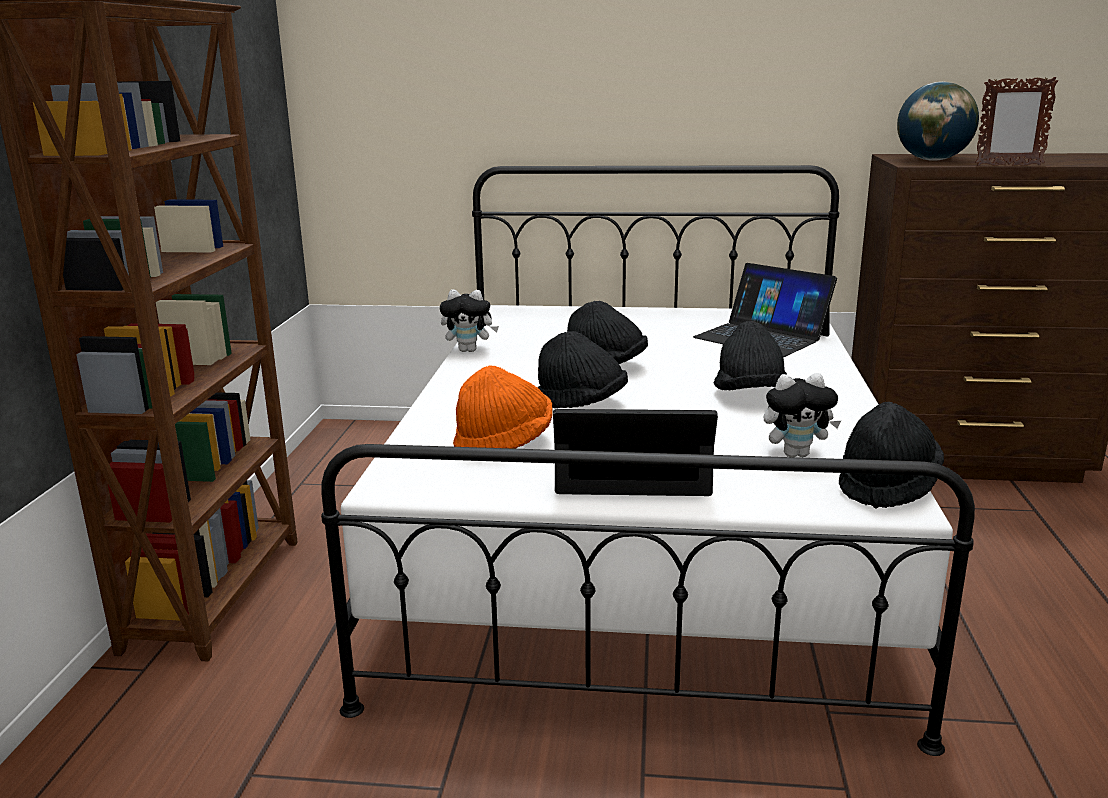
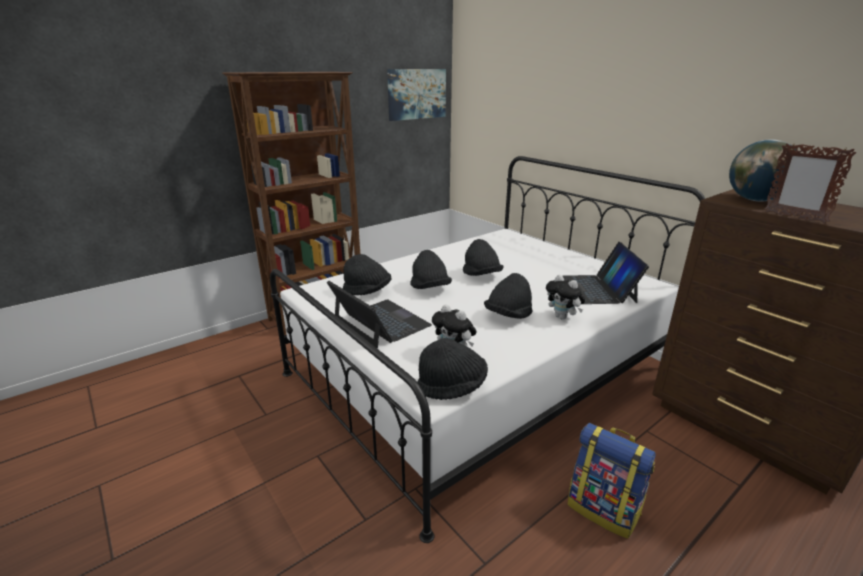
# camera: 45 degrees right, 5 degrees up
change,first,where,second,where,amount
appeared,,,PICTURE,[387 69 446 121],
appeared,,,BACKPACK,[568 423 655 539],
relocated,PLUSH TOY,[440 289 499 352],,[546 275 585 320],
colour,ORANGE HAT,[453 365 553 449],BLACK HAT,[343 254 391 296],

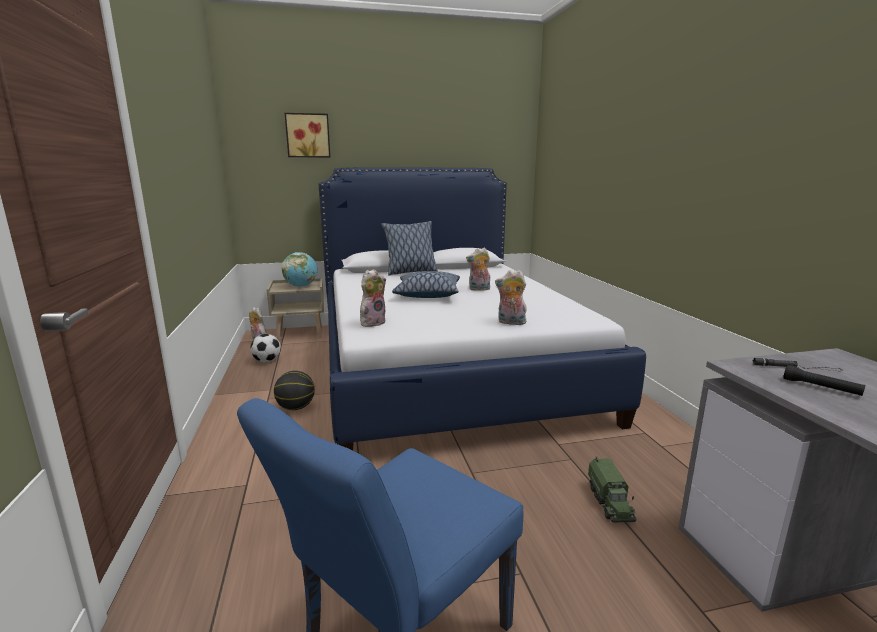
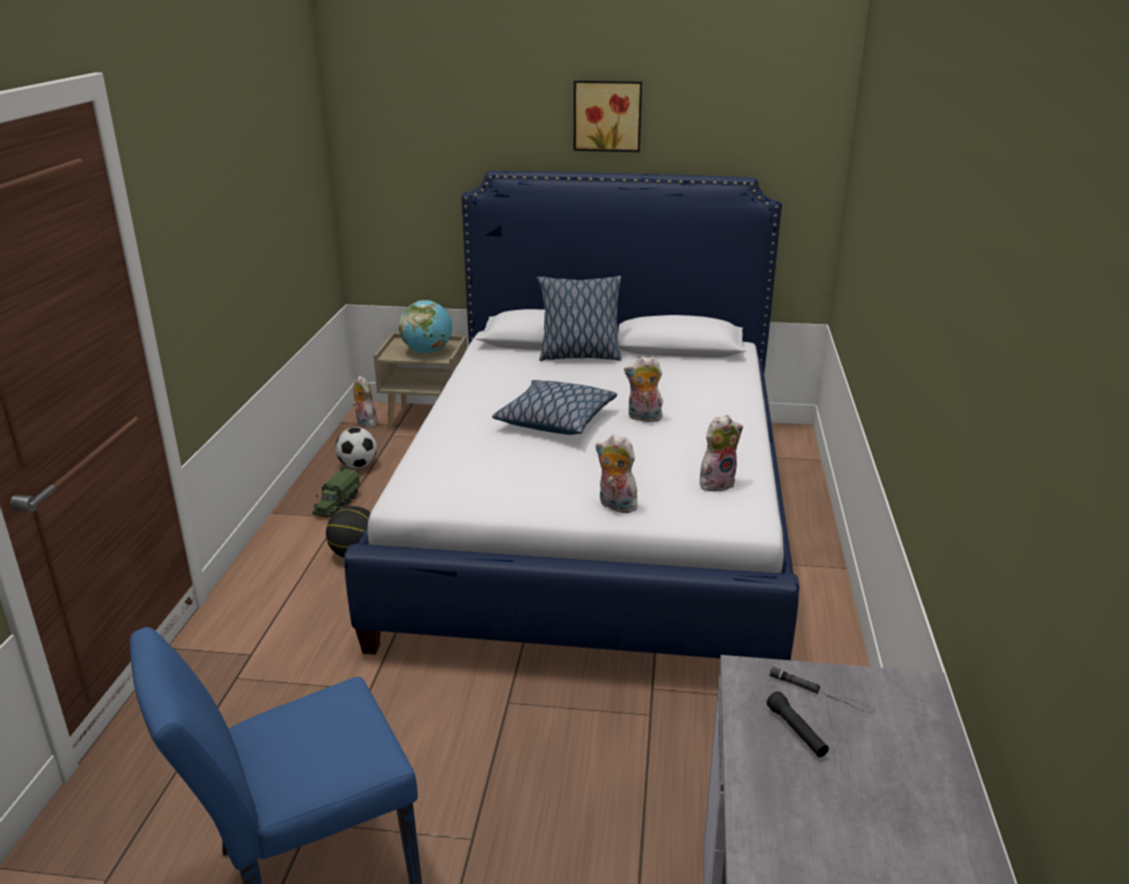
# camera: 20 degrees right, 10 degrees up
change,first,where,second,where,amount
relocated,PICTURE,[285 113 330 158],,[574 80 642 152],
relocated,PLUSH TOY,[360 269 386 327],,[700 415 743 491],
relocated,TOY TRUCK,[588 456 636 522],,[312 466 360 517],

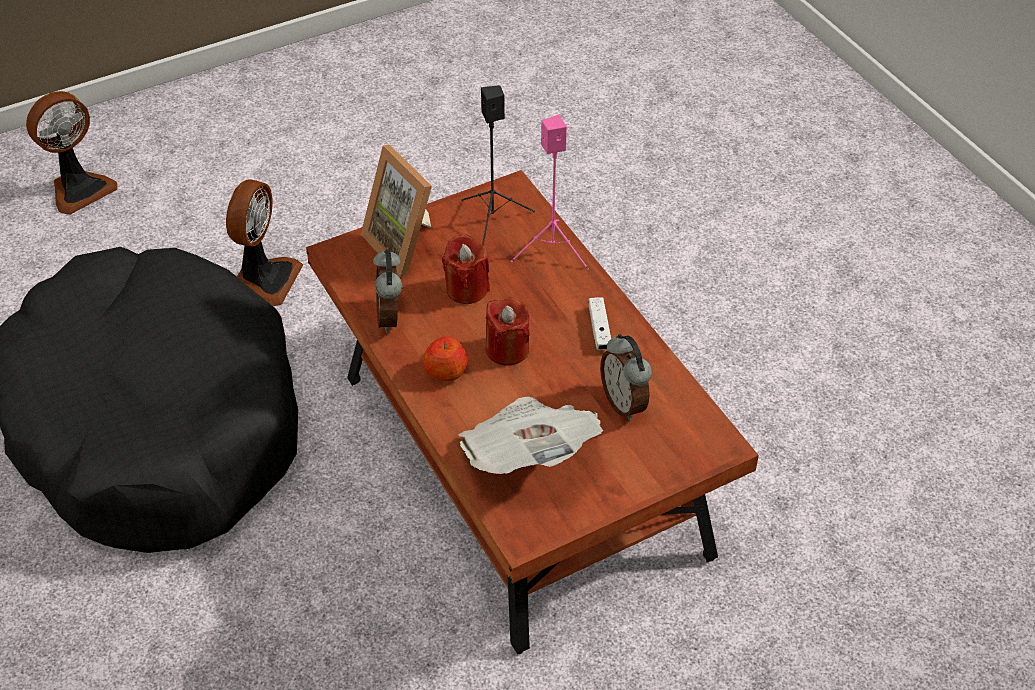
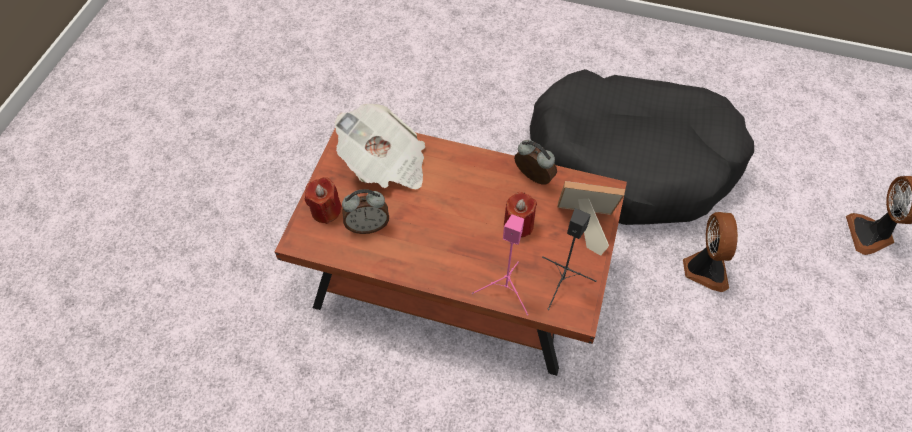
# camera: 135 degrees right, 10 degrees up
change,first,where,second,where,amount
missing,APPLE,[423 336 467 382],,,
missing,WHITE GAME CONTROLLER,[588 297 611 350],,,
relocated,RED CANDLE,[485 297 530 366],,[305 177 342 224],
spun,FAN,[226 179 303 306],,[683 212 738 292],150 degrees counterclockwise
spun,ALARM CLOCK,[600 334 652 420],,[342 189 389 234],150 degrees clockwise

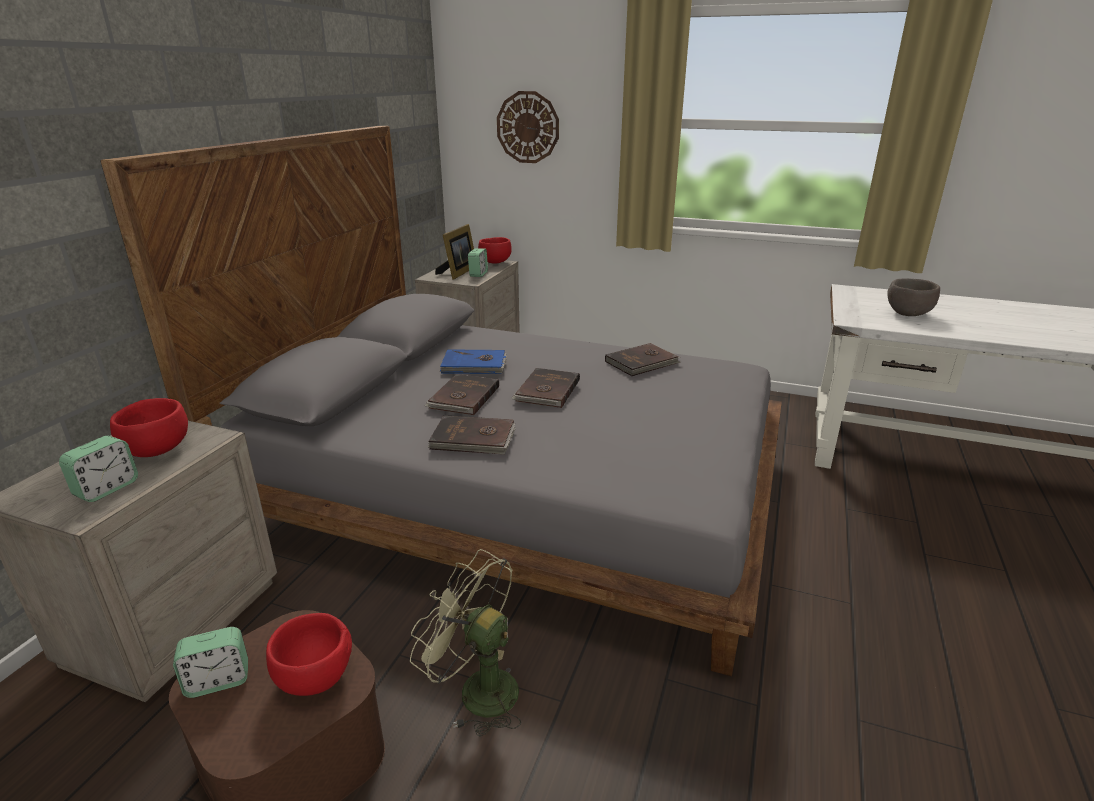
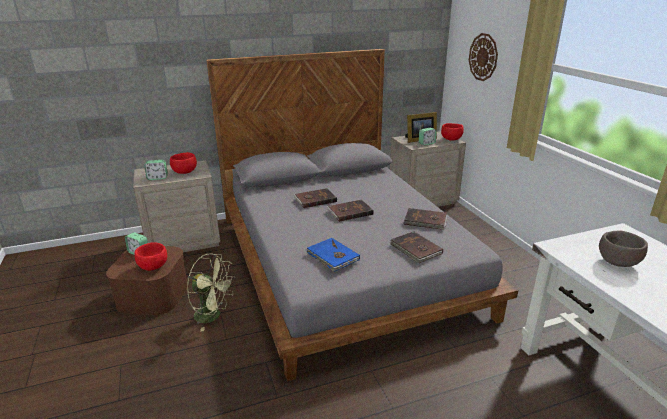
# camera: 50 degrees right, 0 degrees up
change,first,where,second,where,amount
relocated,BROWN BOOK,[428 415 516 455],,[390 231 443 263],
relocated,BLUE BOOK,[440 350 507 374],,[307 238 360 272],
spun,GREEN FAN,[410 549 521 737],,[187 253 235 331],120 degrees clockwise

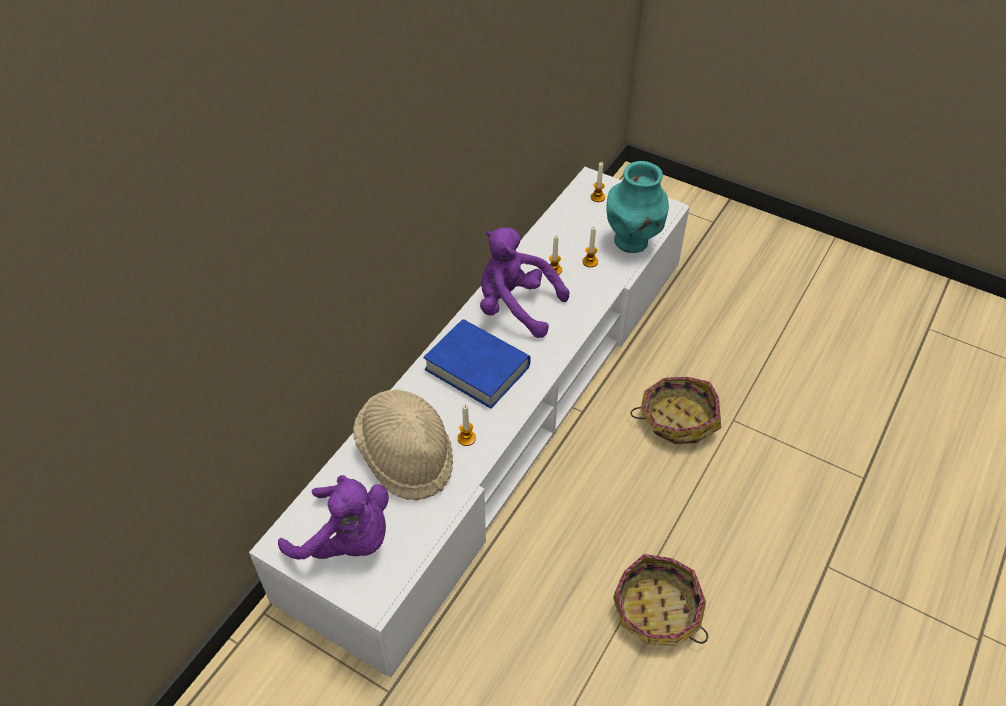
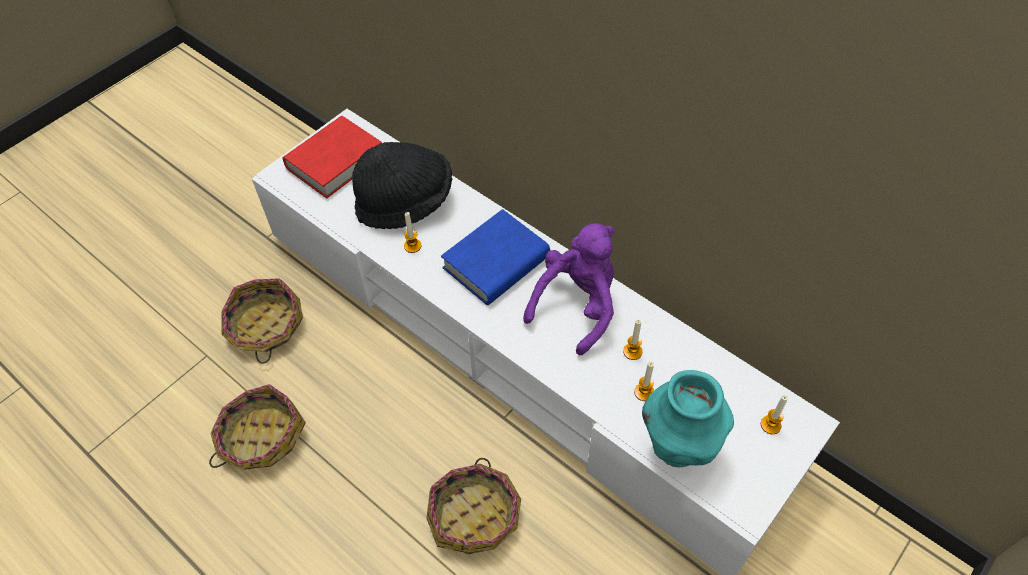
# camera: 100 degrees right, 5 degrees up
change,first,where,second,where,amount
appeared,,,BASKET,[221 278 303 364],
exchanged,PURPLE PLUSH TOY,[278 475 389 560],RED BOOK,[283 116 382 199],
colour,BEIGE HAT,[353 389 453 501],BLACK HAT,[352 142 452 229],

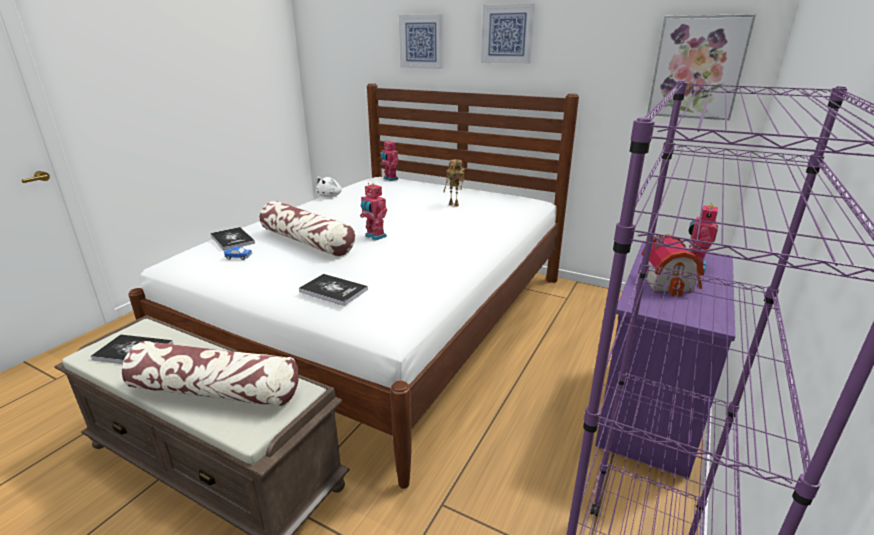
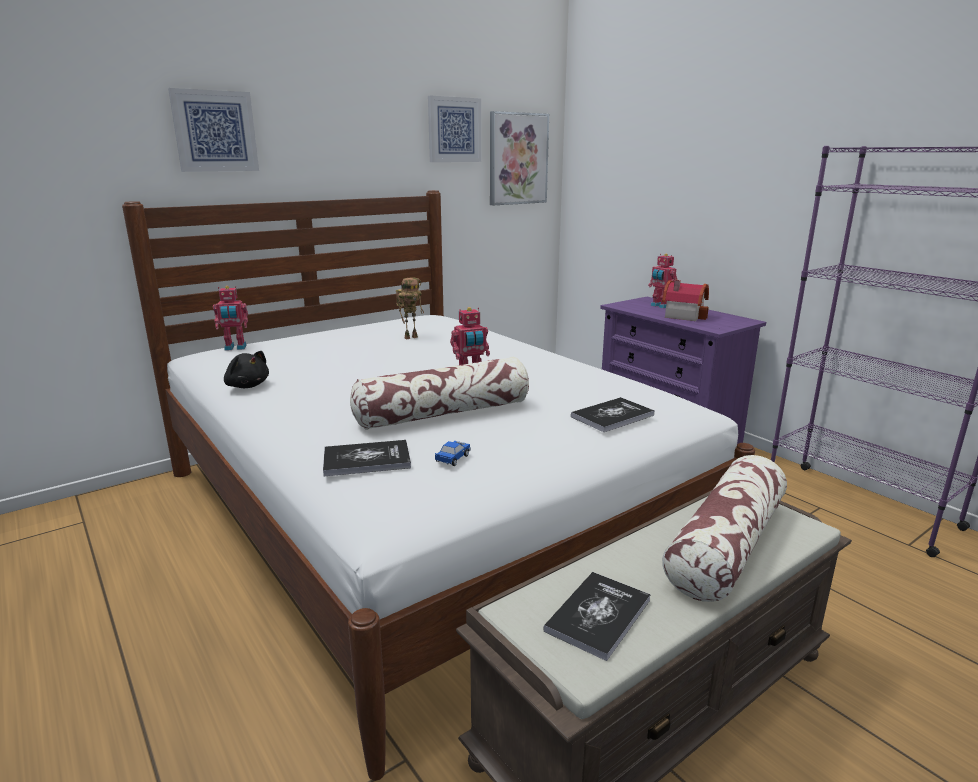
# camera: 65 degrees left, 5 degrees down
change,first,where,second,where,amount
relocated,PICTURE,[481 4 536 64],,[428 96 481 162],
colour,WHITE PLUSH TOY,[316 177 342 197],BLACK PLUSH TOY,[224 351 269 388],

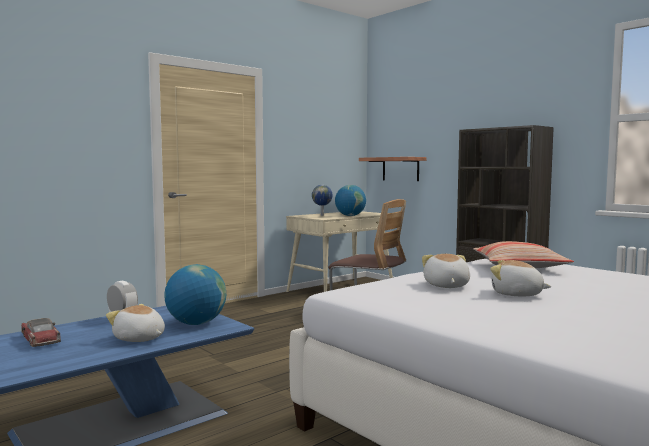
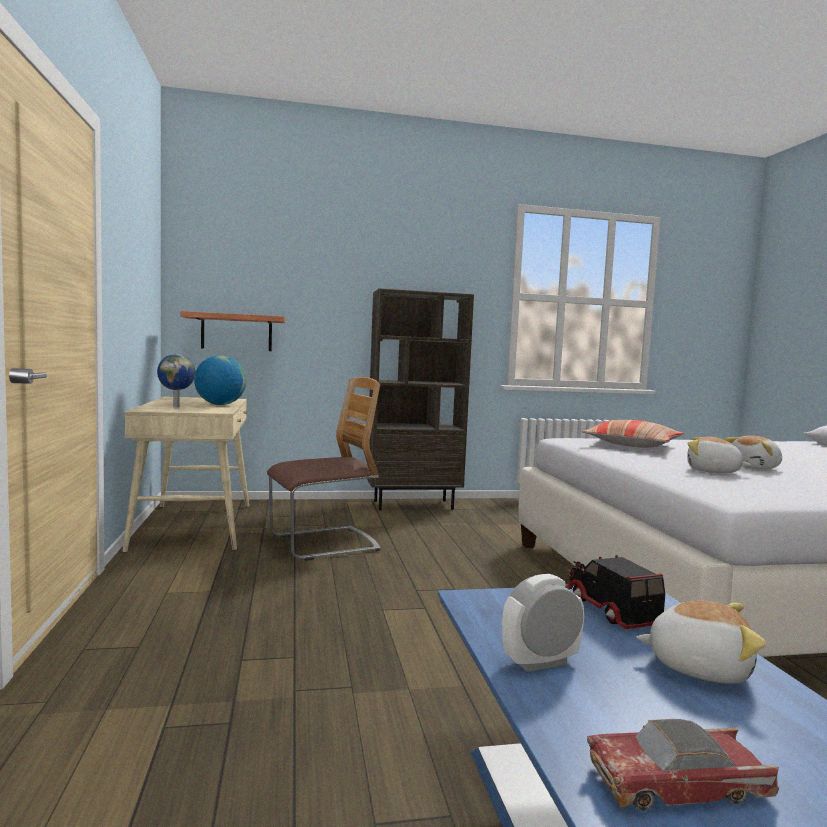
# camera: 60 degrees left, 0 degrees up
change,first,where,second,where,amount
exchanged,GLOBE,[165 264 226 325],TOY TRUCK,[565 555 665 629],
spun,PLUSH TOY,[106 304 165 342],,[636 601 766 684],135 degrees counterclockwise

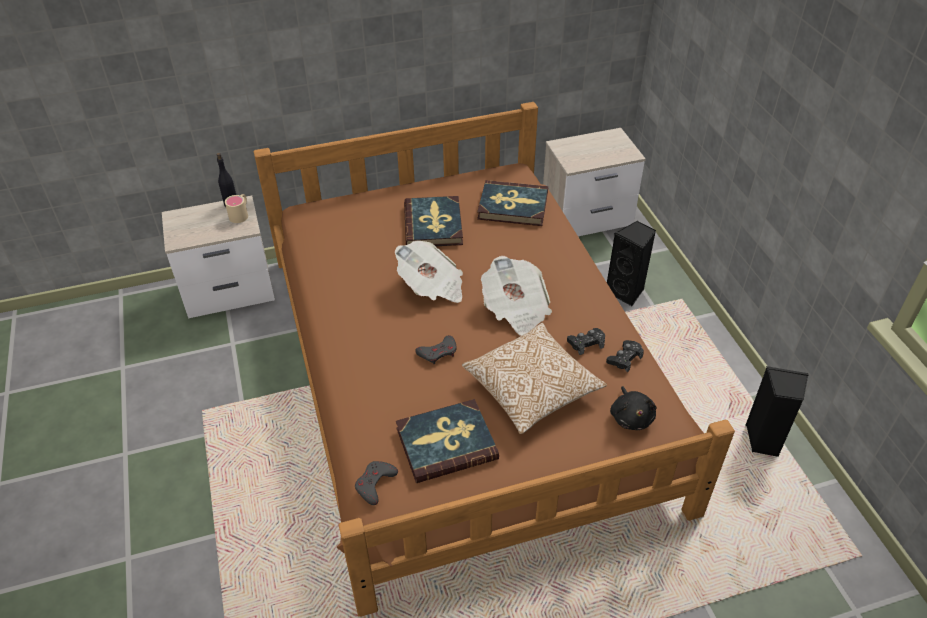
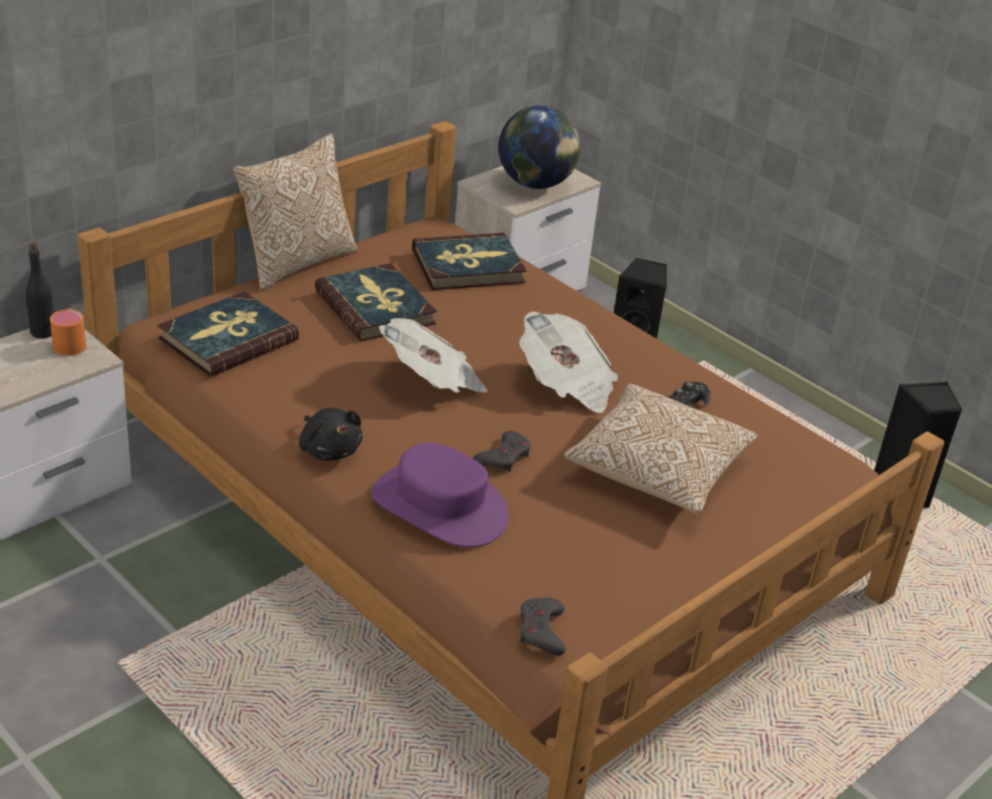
# camera: 30 degrees left, 10 degrees down
change,first,where,second,where,amount
missing,BLACK GAME CONTROLLER,[606 340 644 372],,,
appeared,,,PILLOW,[233 133 358 290],
appeared,,,PURPLE HAT,[371 442 509 547],
appeared,,,GLOBE,[498 105 580 189],
relocated,BOOK,[396 399 499 483],,[158 291 299 377],
relocated,BLACK PLUSH TOY,[610 386 657 430],,[299 408 363 461],
colour,BEIGE MUG,[225 194 248 223],ORANGE MUG,[50 308 86 356],

